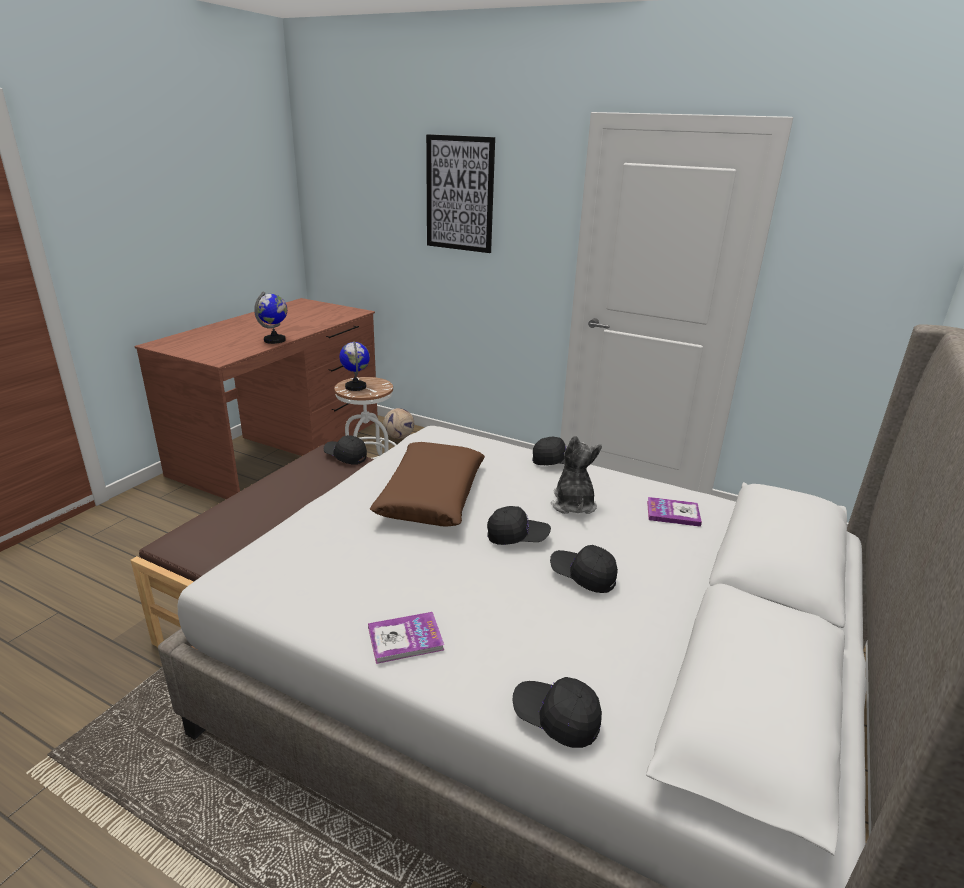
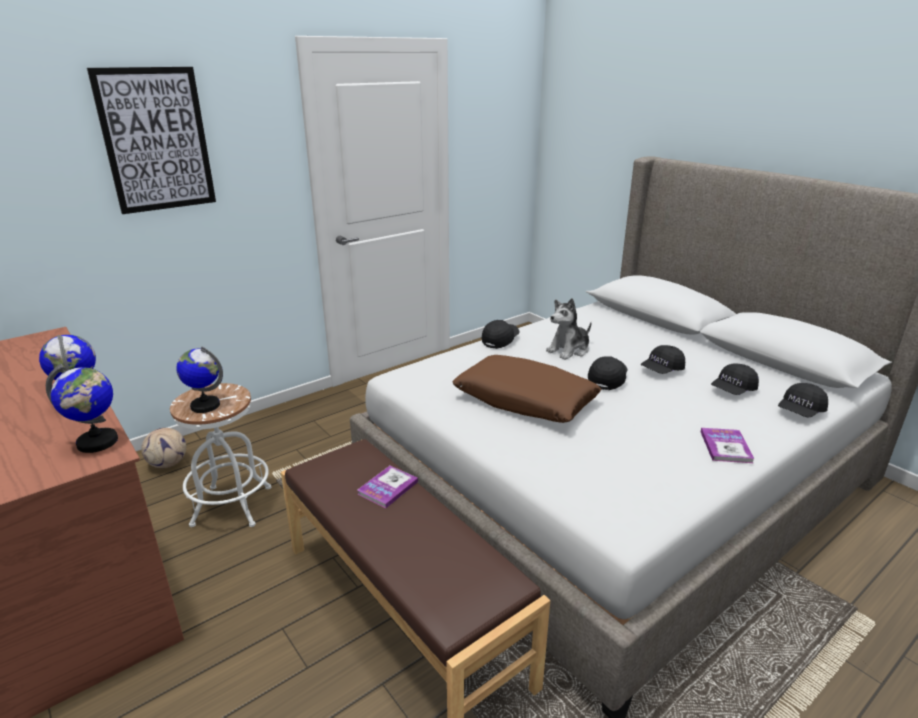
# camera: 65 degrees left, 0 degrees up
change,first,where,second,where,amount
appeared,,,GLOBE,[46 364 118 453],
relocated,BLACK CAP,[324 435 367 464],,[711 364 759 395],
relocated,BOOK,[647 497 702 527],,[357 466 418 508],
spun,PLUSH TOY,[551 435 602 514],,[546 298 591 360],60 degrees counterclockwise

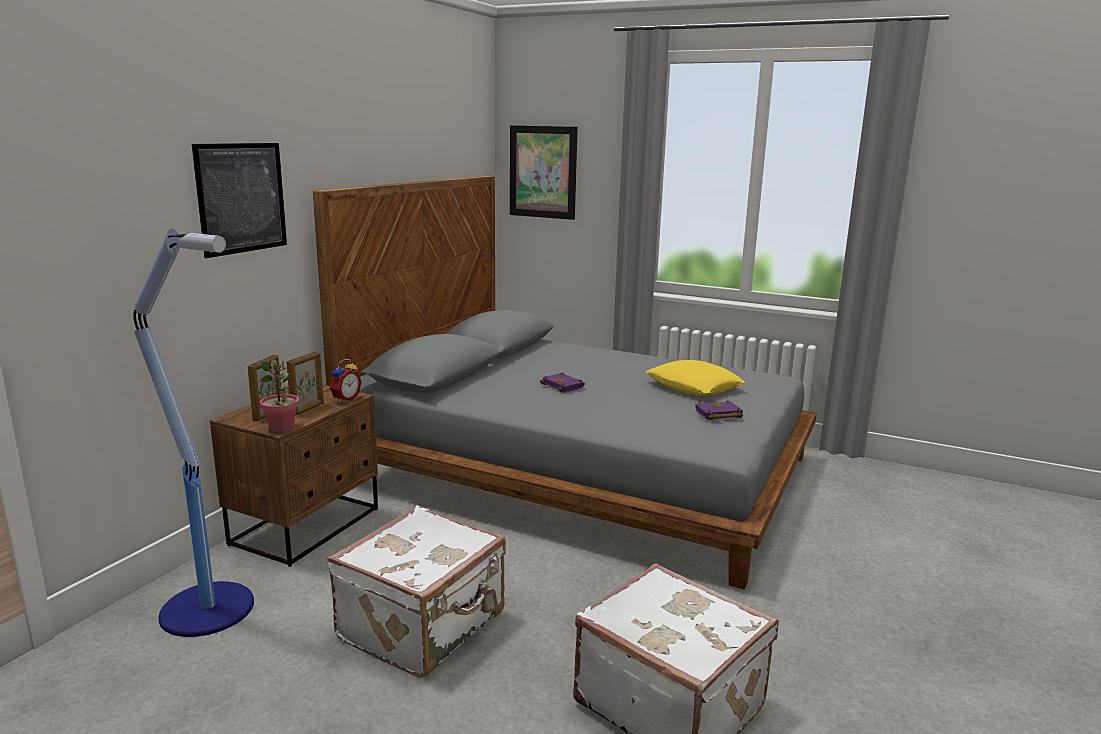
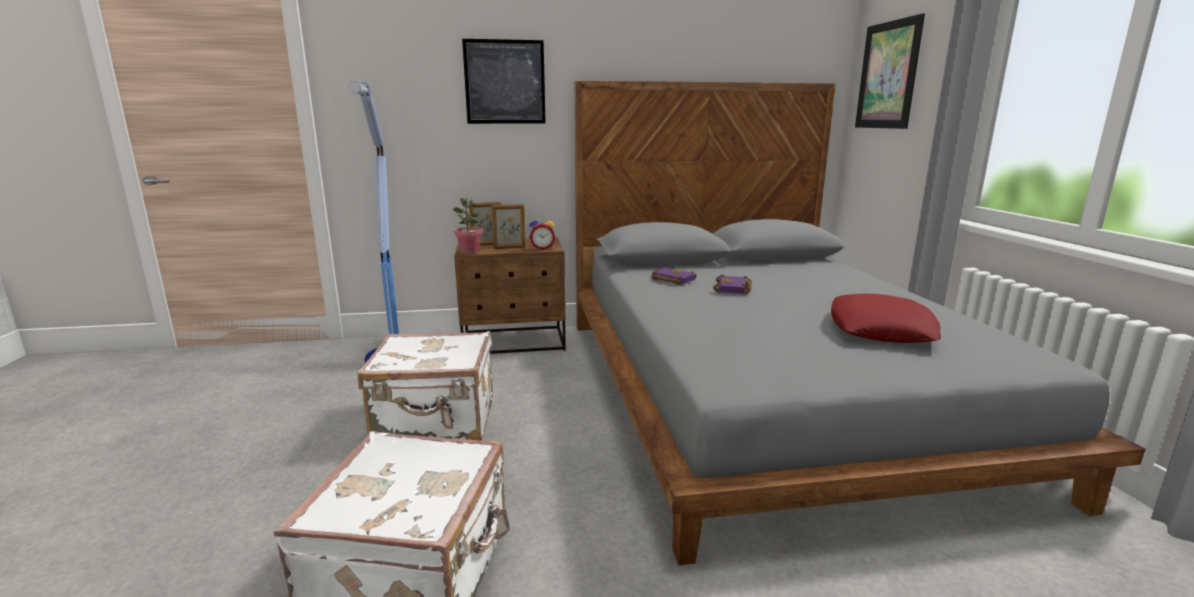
# camera: 55 degrees right, 0 degrees up
change,first,where,second,where,amount
relocated,PURPLE BOOK,[695 400 743 420],,[651 266 697 285],
colour,YELLOW PILLOW,[646 360 745 395],RED PILLOW,[831 294 941 343],

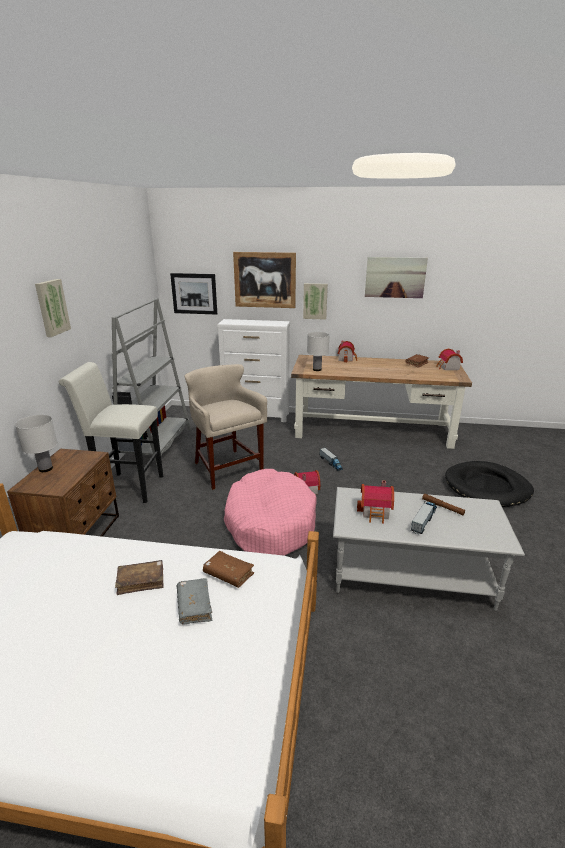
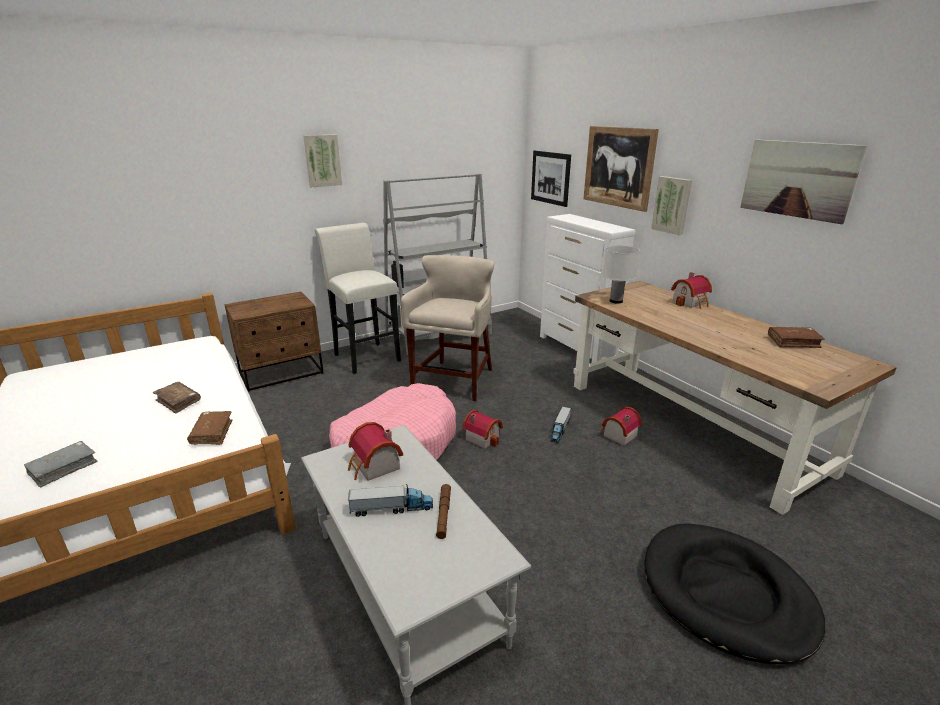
# camera: 50 degrees right, 0 degrees up
change,first,where,second,where,amount
missing,WHITE TABLE LAMP,[15 415 58 472],,,
relocated,GREY BOOK,[177 578 212 625],,[24 441 98 488],
relocated,TOY HOUSE,[436 349 463 370],,[601 407 642 446],

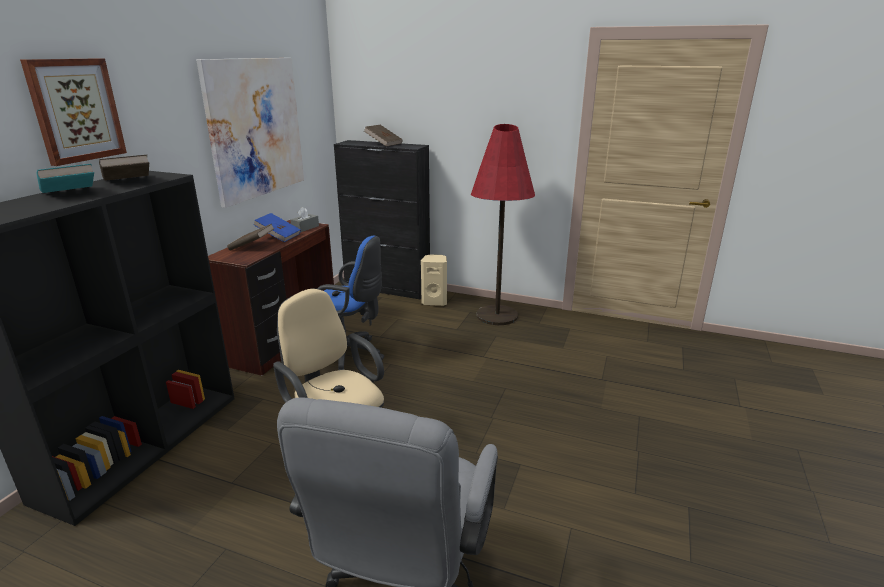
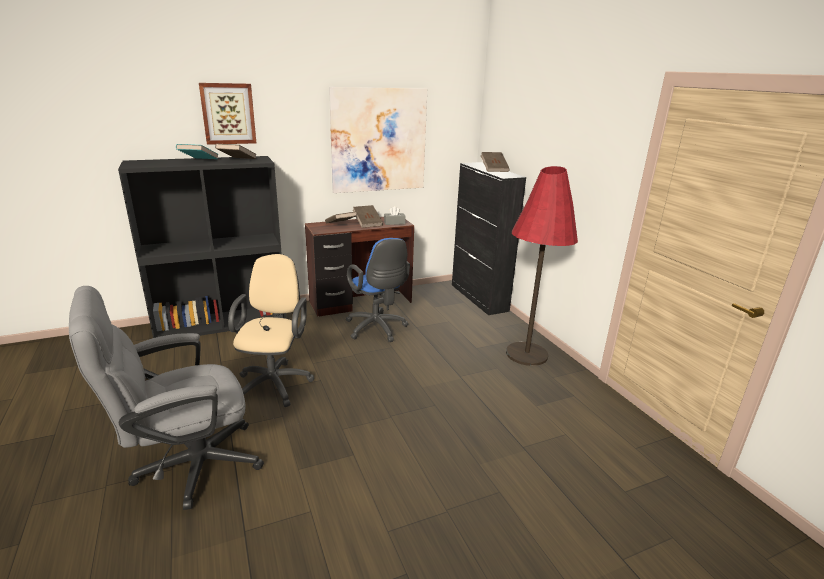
# camera: 45 degrees right, 0 degrees up
change,first,where,second,where,amount
missing,BEIGE SPEAKER,[421 254 447 306],,,
colour,BLUE BOOK,[253 213 301 242],BROWN BOOK,[353 205 383 228],

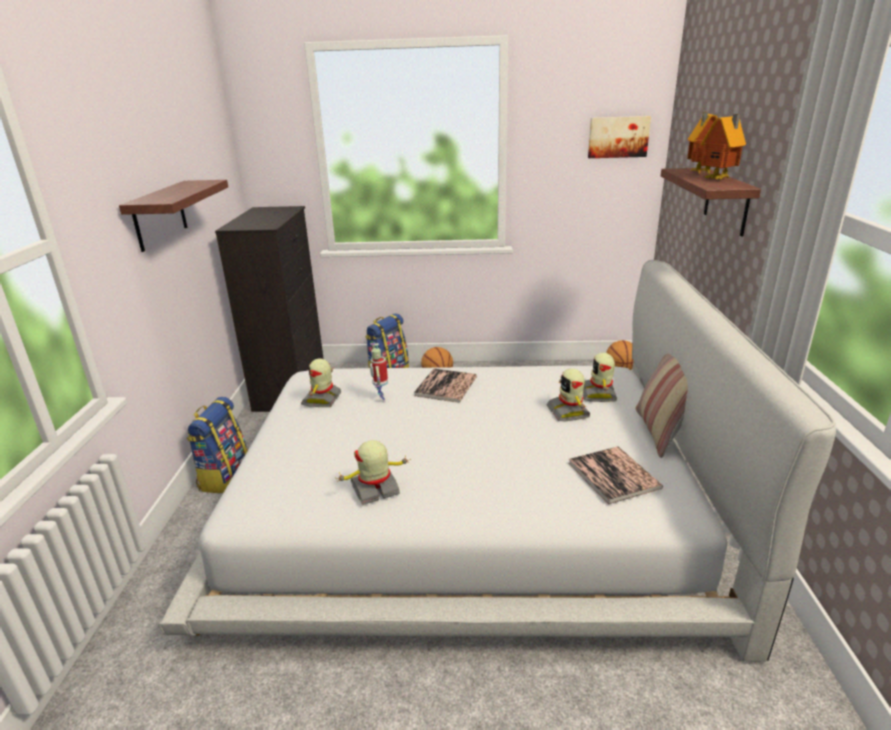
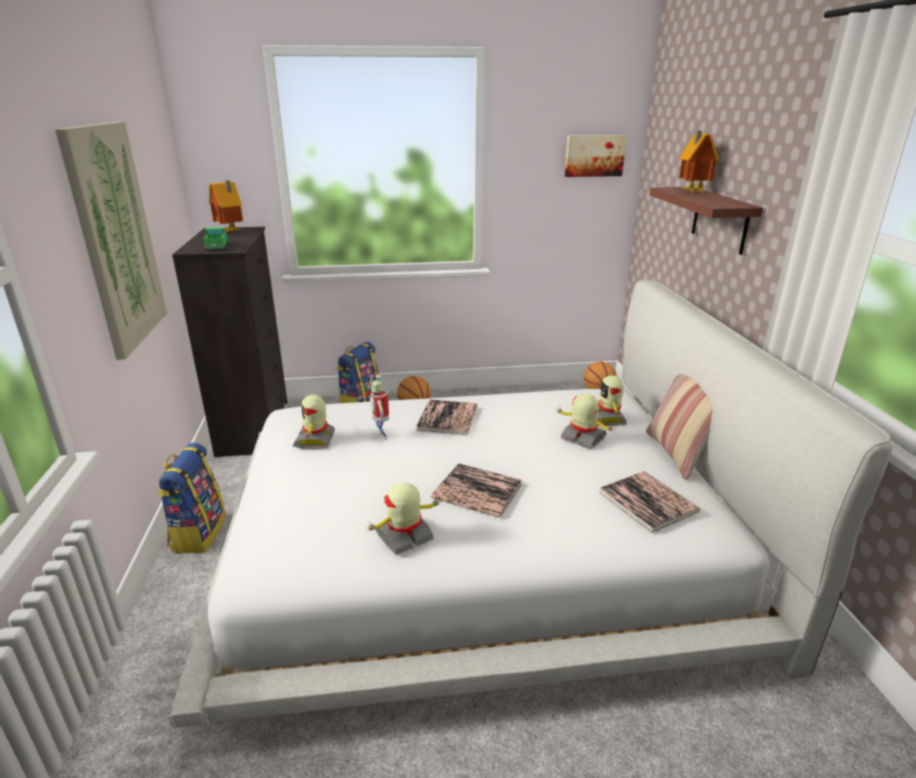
# camera: 10 degrees left, 0 degrees up
change,first,where,second,where,amount
appeared,,,TOY TRUCK,[204 227 229 251],
appeared,,,BOOK,[431 463 522 518],
relocated,TOY HOUSE,[700 114 746 180],,[210 180 243 233],
exchanged,SHELF,[119 180 228 252],PICTURE,[55 122 167 360],
spun,TOY ROBOT,[547 368 590 421],,[555 394 614 449],150 degrees clockwise

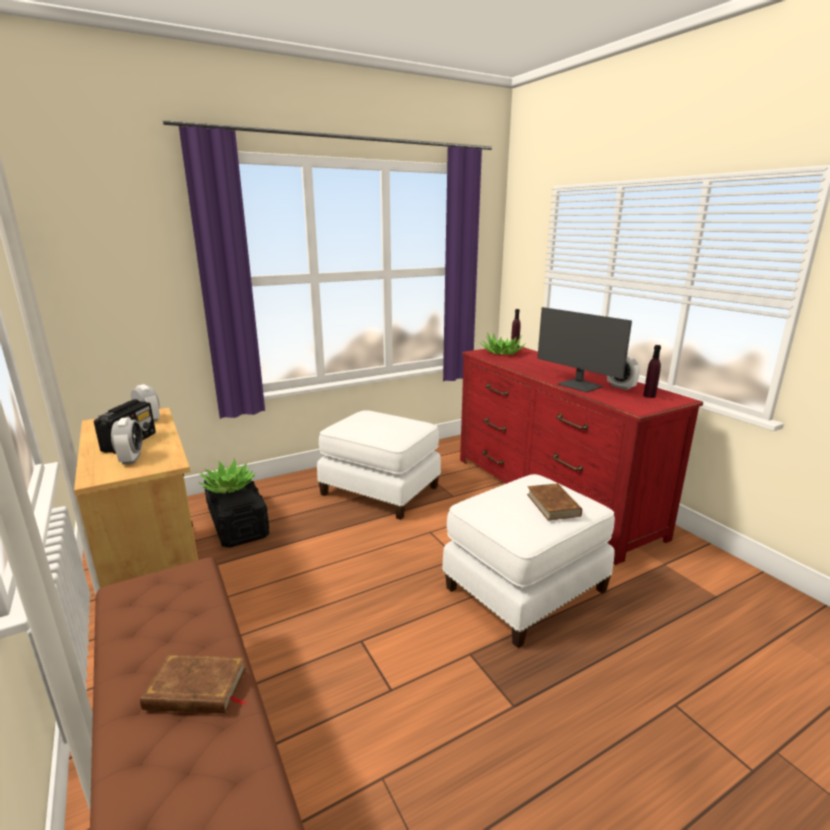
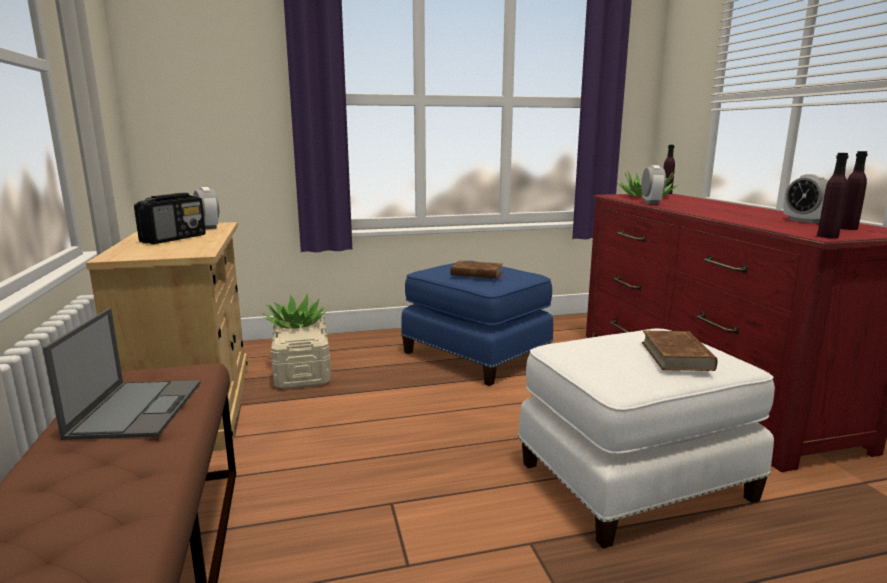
# camera: 15 degrees right, 5 degrees down
change,first,where,second,where,amount
missing,MONITOR,[537 307 632 393],,,
appeared,,,LAPTOP,[43 308 201 440],
appeared,,,PURPLE BOTTLE,[817 153 849 238],
relocated,ALARM CLOCK,[111 417 142 464],,[641 165 666 204],
relocated,BROWN BOOK,[140 654 247 714],,[450 261 507 279],
colour,BLACK STORAGE BOX,[204 477 269 547],BEIGE STORAGE BOX,[271 313 331 389],
colour,WHITE OTTOMAN,[317 410 441 520],BLUE OTTOMAN,[401 261 553 386],

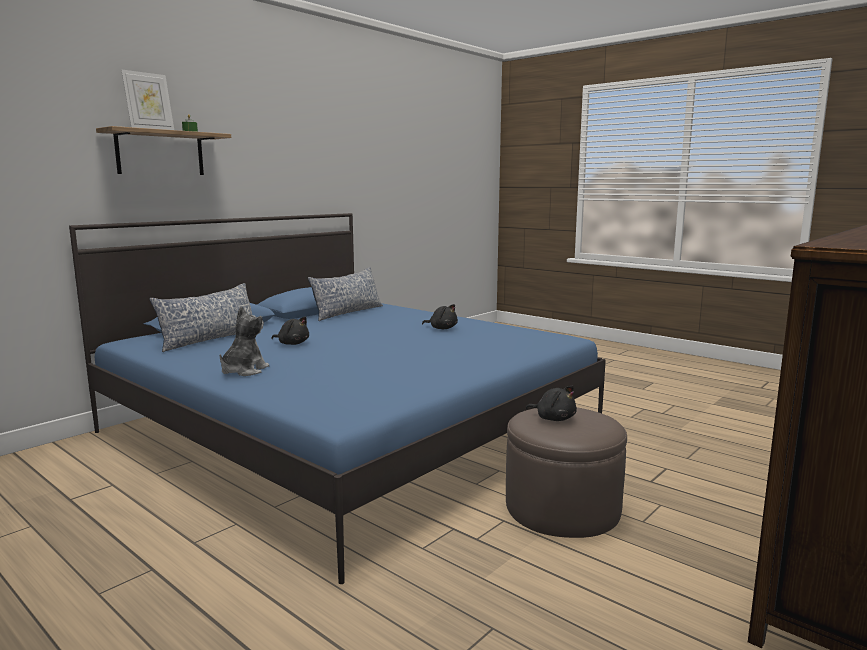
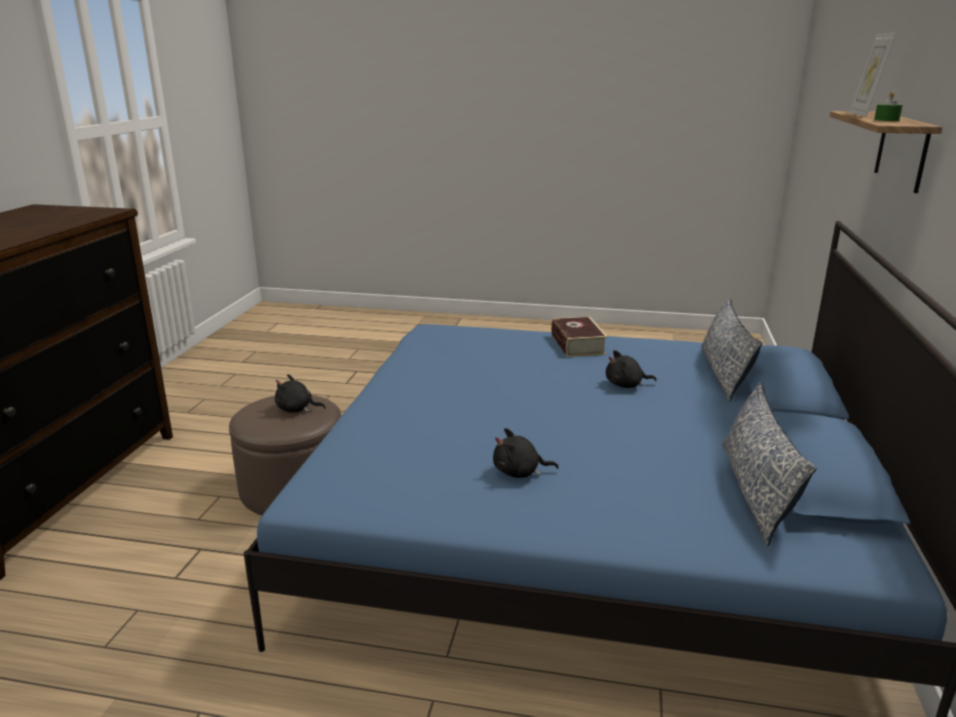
# camera: 150 degrees right, 10 degrees up
change,first,where,second,where,amount
exchanged,PLUSH TOY,[220 306 269 376],BOOK,[551 316 608 357],

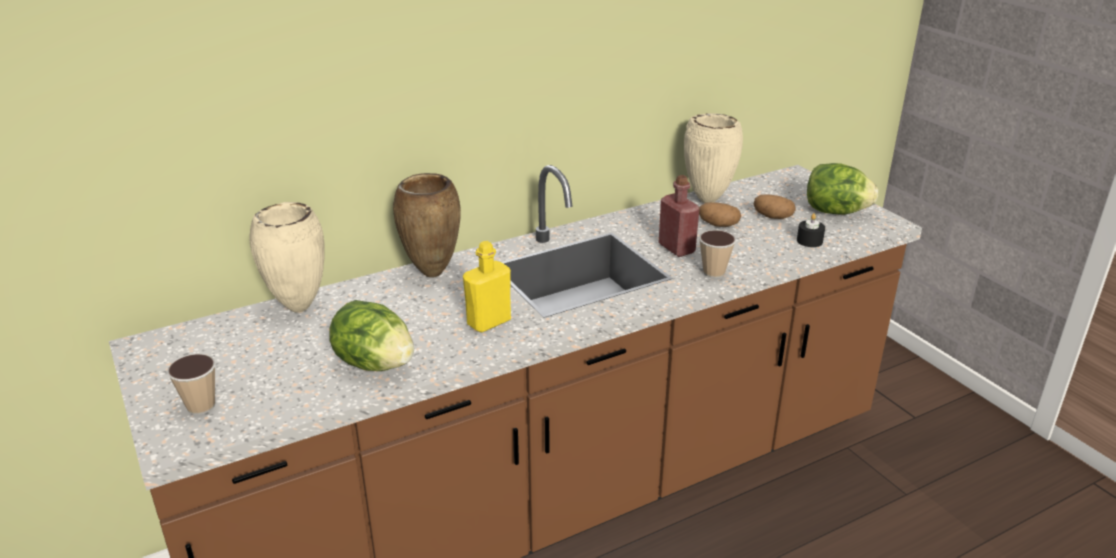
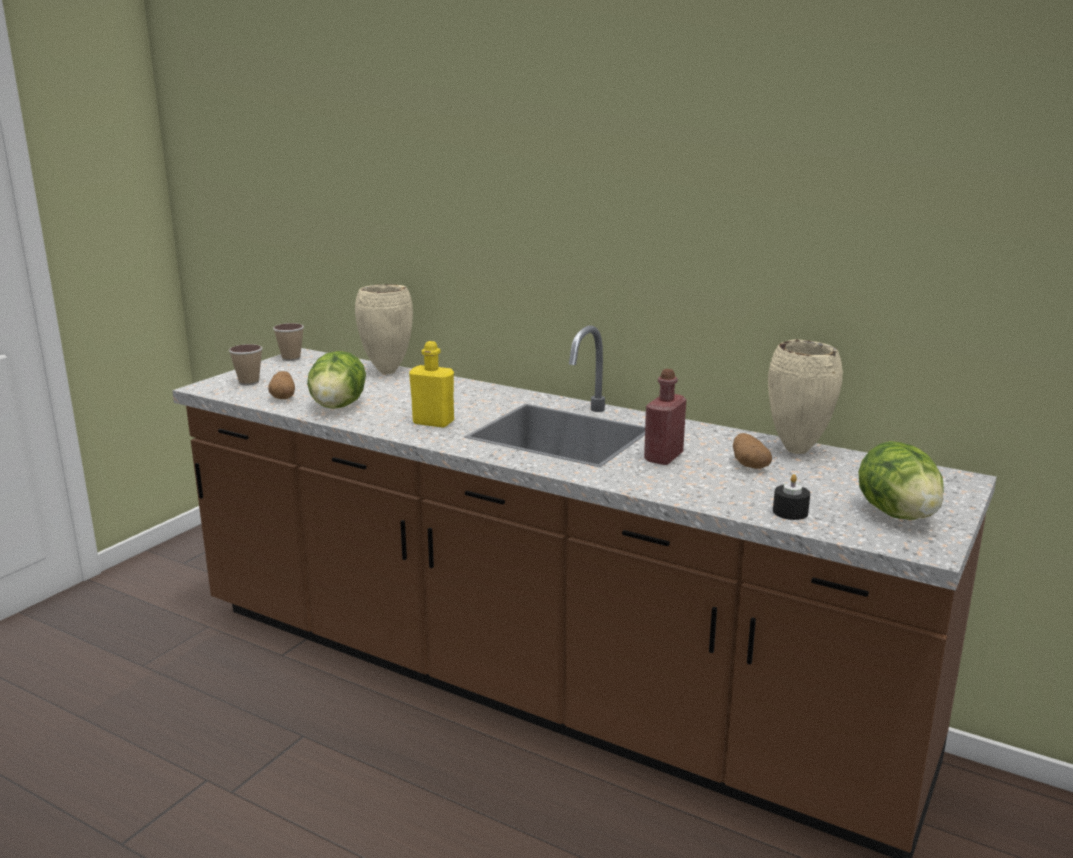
# camera: 60 degrees right, 10 degrees down
change,first,where,second,where,amount
missing,BROWN VASE,[393 173 461 278],,,
relocated,CUP,[699 230 736 278],,[273 323 304 361],
relocated,POTATO,[754 194 796 219],,[268 371 295 399],

